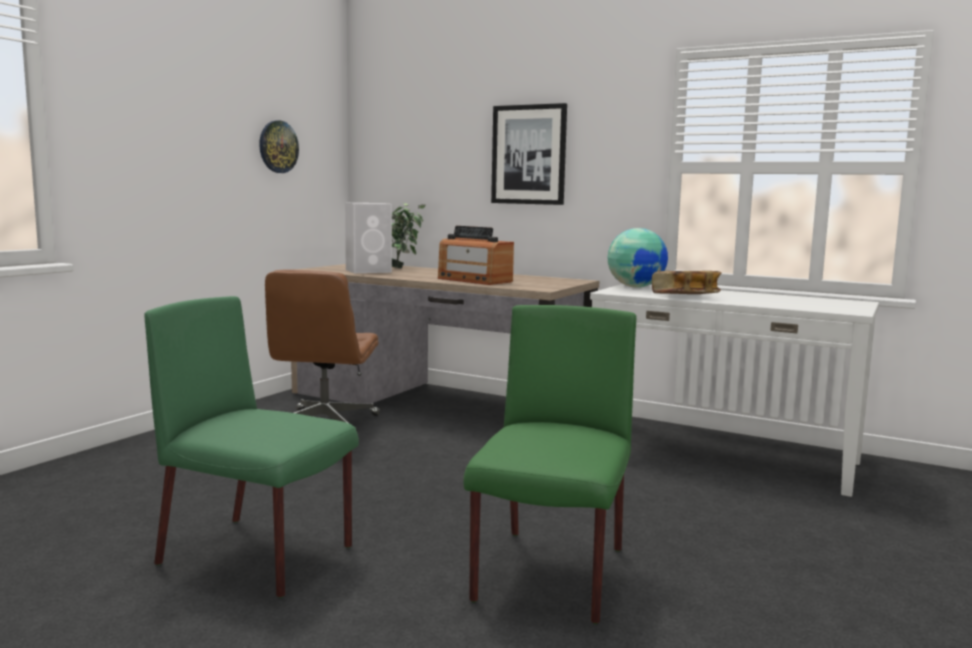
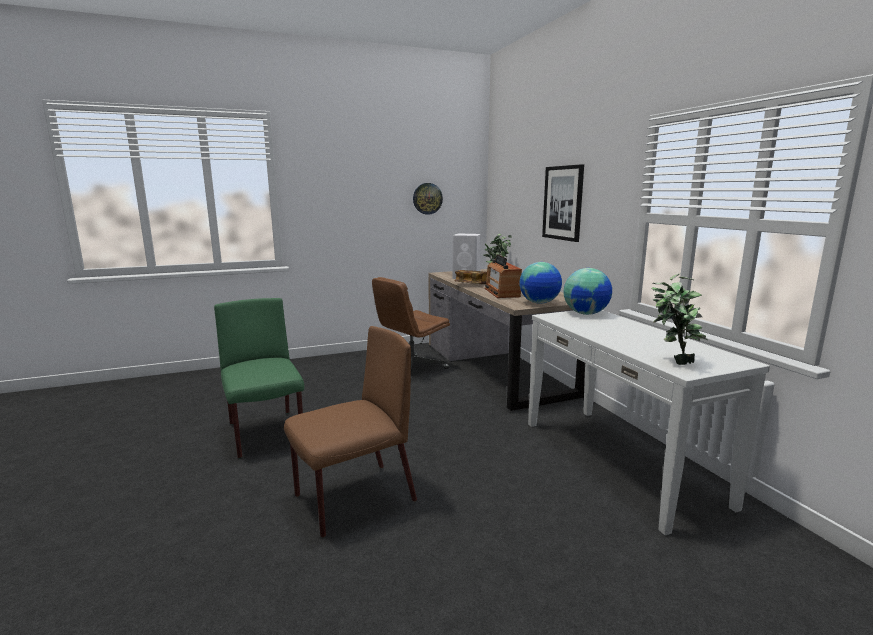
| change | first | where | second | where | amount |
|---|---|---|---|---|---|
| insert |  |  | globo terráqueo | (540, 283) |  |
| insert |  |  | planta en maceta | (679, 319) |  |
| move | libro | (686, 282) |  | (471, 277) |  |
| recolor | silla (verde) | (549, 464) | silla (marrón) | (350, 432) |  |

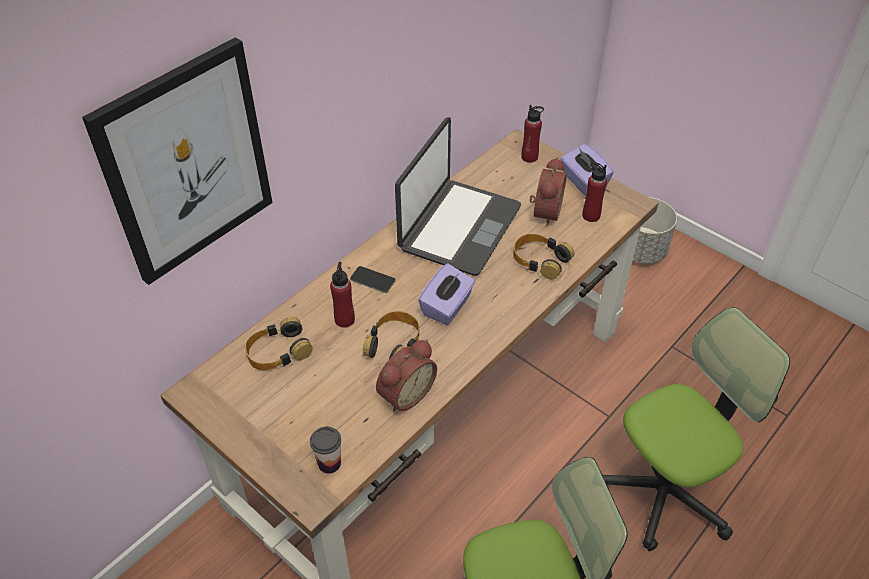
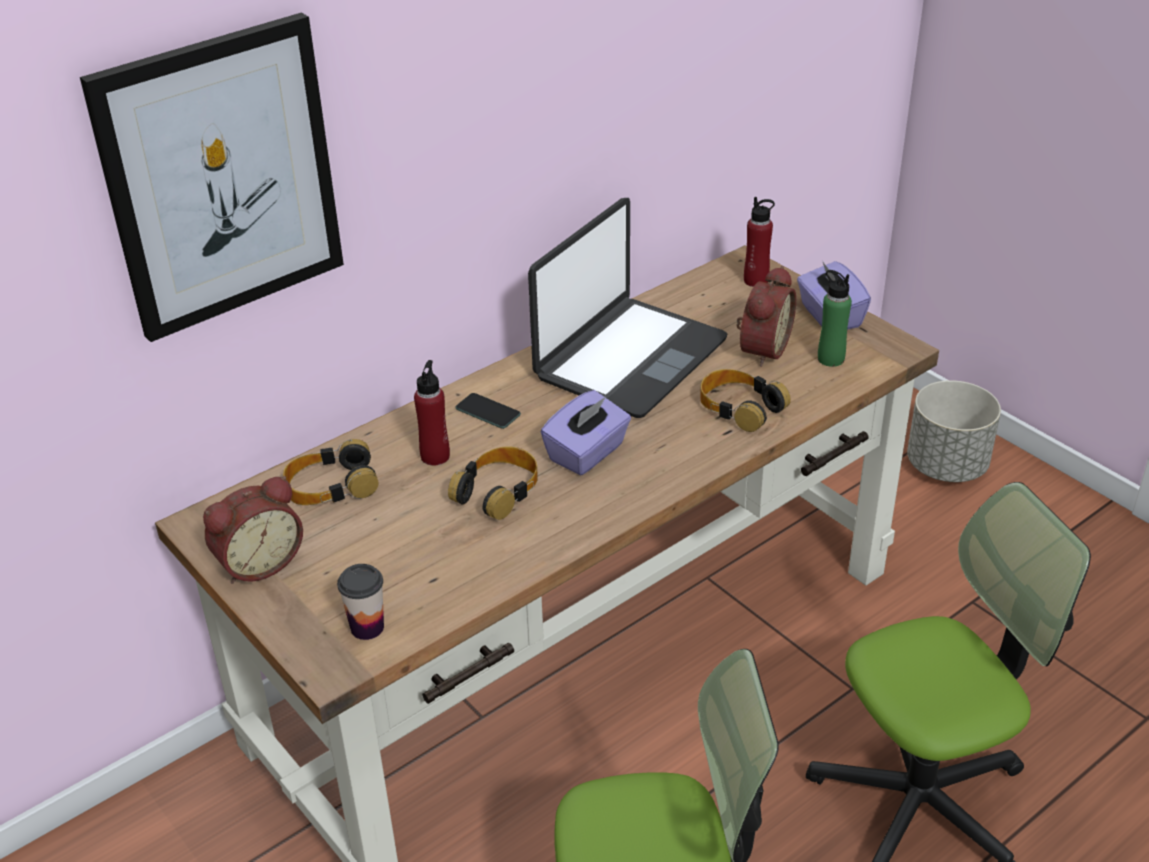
| change | first | where | second | where | amount |
|---|---|---|---|---|---|
| move | despertador | (406, 376) |  | (253, 530) |  |
| recolor | botella (rojo) | (594, 192) | botella (verde) | (835, 318) |  |

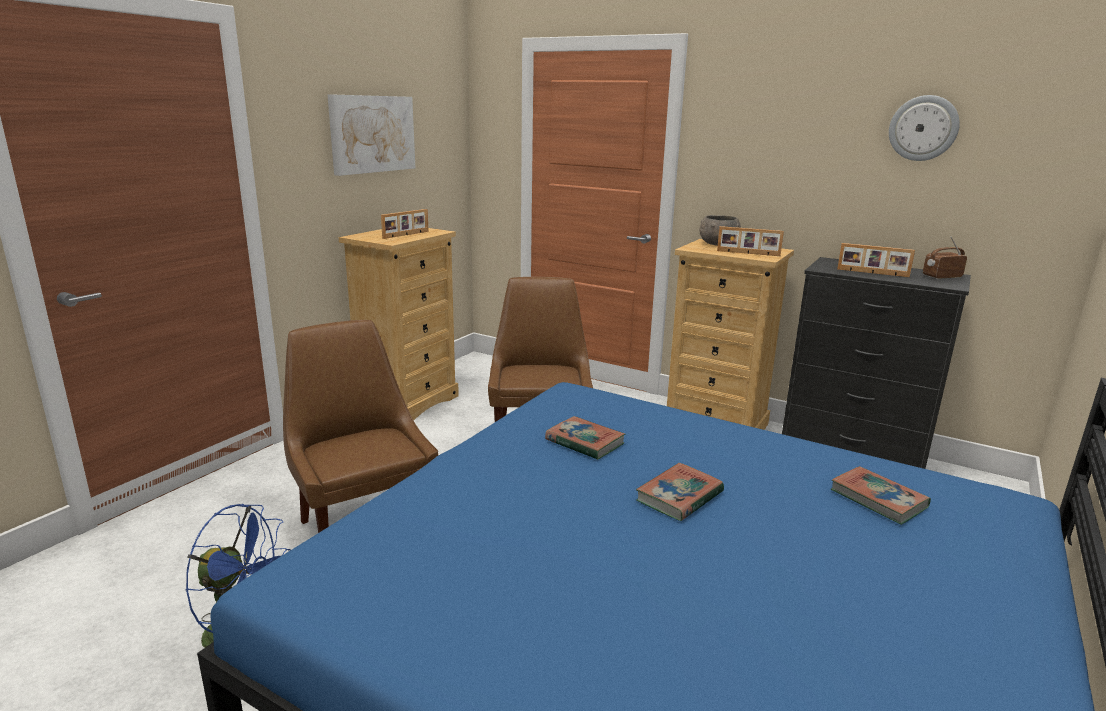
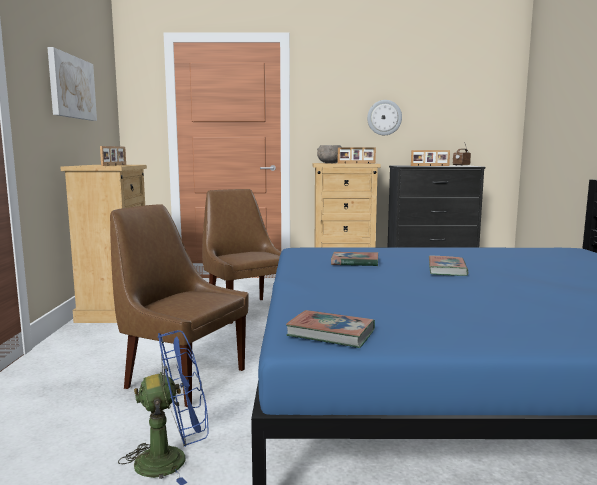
| change | first | where | second | where | amount |
|---|---|---|---|---|---|
| move | libro | (881, 495) |  | (330, 329) |  |
| move | reloj de pared | (924, 128) |  | (384, 117) |  |

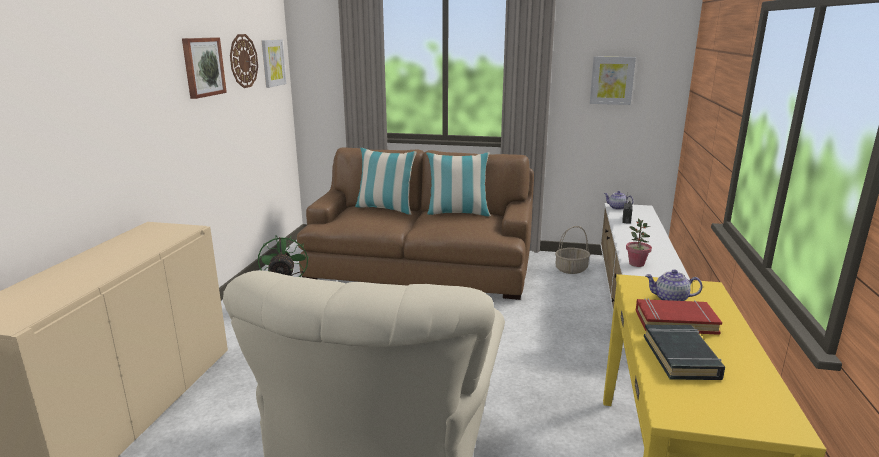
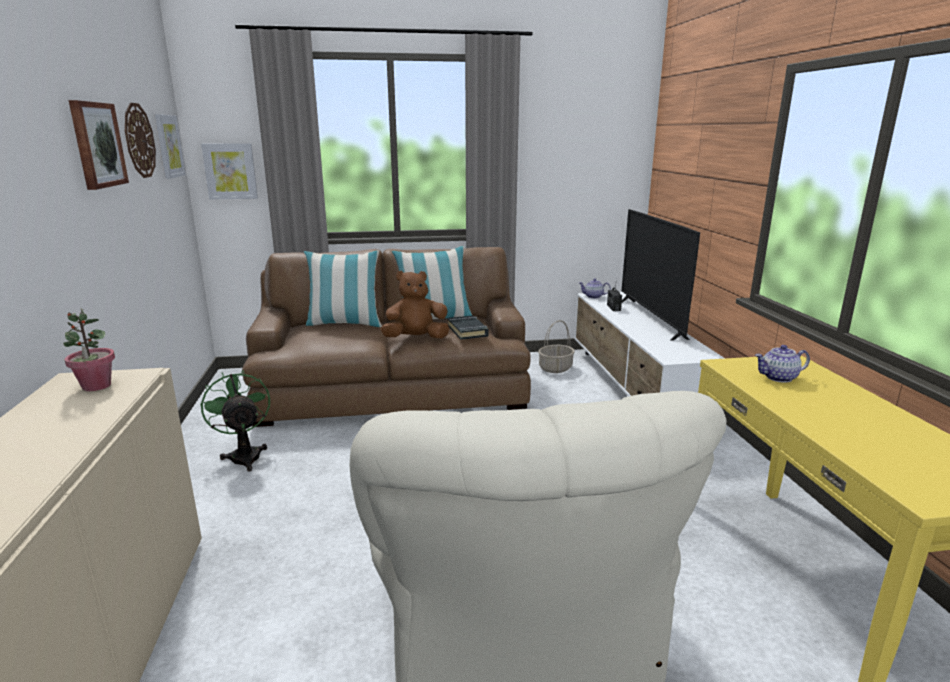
| change | first | where | second | where | amount |
|---|---|---|---|---|---|
| delete | libro (rojo) | (679, 316) |  |  |  |
| insert |  |  | peluche (marrón) | (414, 304) |  |
| insert |  |  | televisor | (660, 275) |  |
| move | cuadro | (613, 81) |  | (229, 171) |  |
| move | planta en maceta | (639, 243) |  | (89, 350) |  |
| move | libro (negro) | (684, 352) |  | (468, 327) |  |

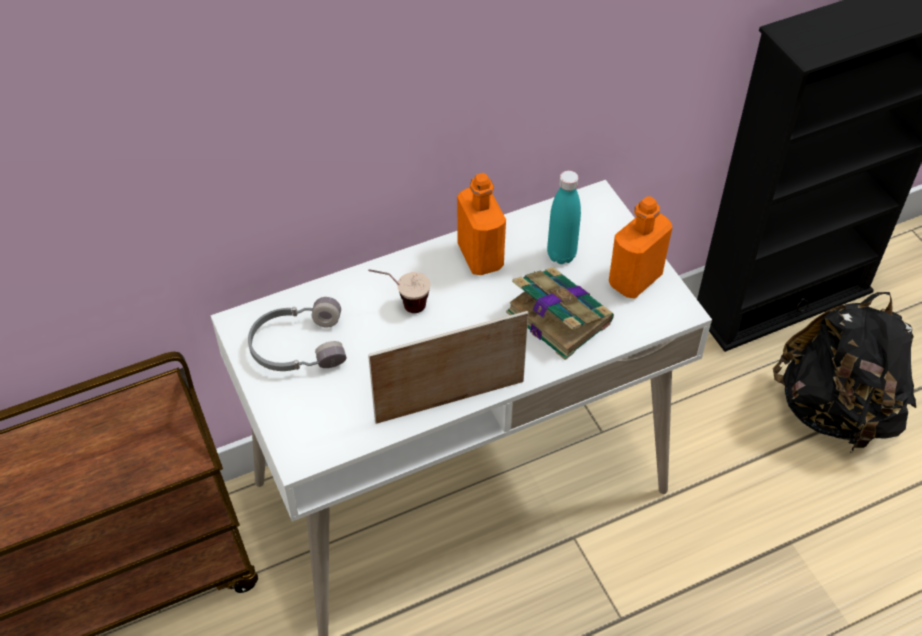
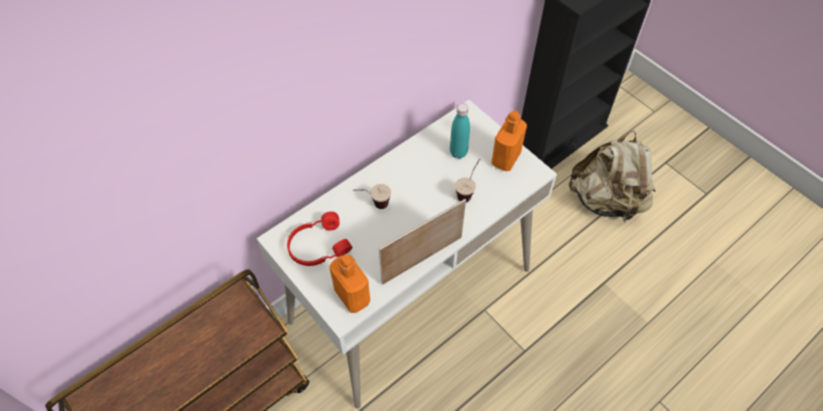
| change | first | where | second | where | amount |
|---|---|---|---|---|---|
| move | botella (naranja) | (481, 224) |  | (350, 284) |  |
| replace | libro | (560, 313) | taza | (467, 180) |  |
| recolor | auriculares (gris) | (297, 334) | auriculares (rojo) | (320, 239) |  |
| recolor | mochila (negro) | (844, 372) | mochila (beis) | (612, 177) |  |

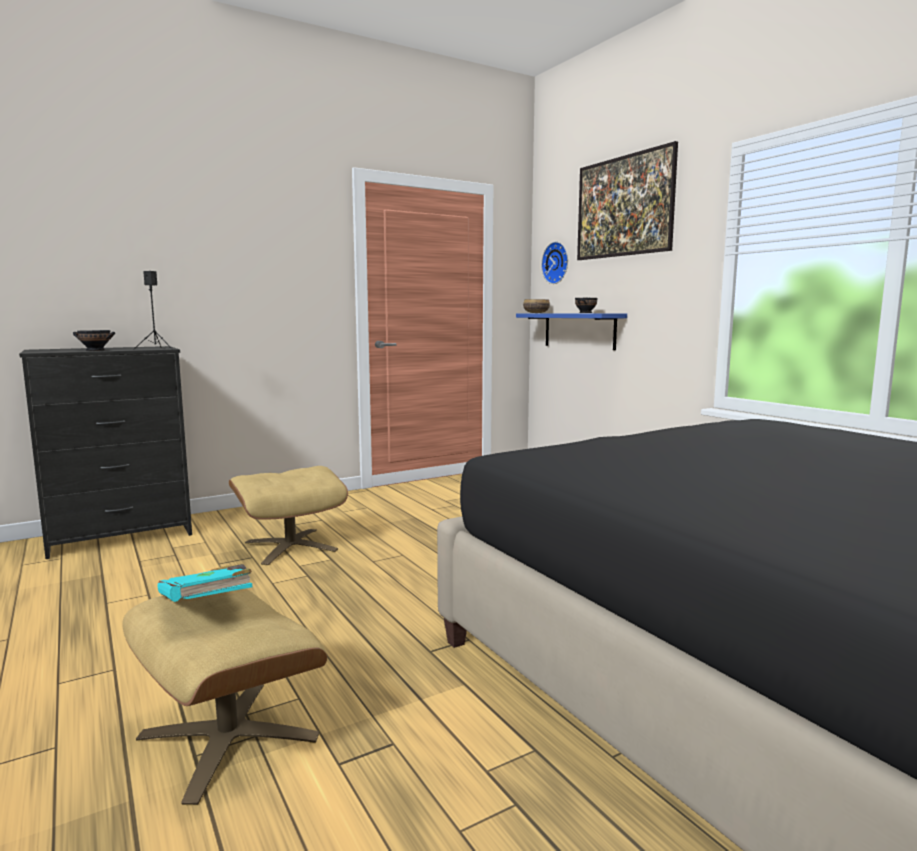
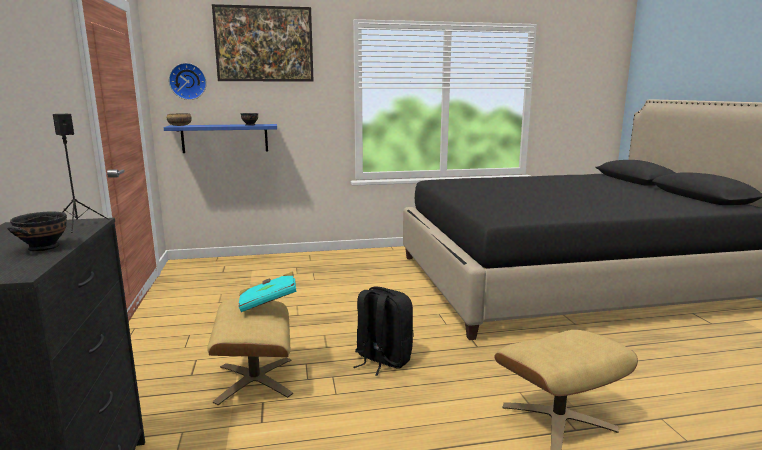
| change | first | where | second | where | amount |
|---|---|---|---|---|---|
| insert |  |  | mochila (negro) | (383, 331) |  |
| move | libro (turquesa) | (205, 583) |  | (267, 292) |  |

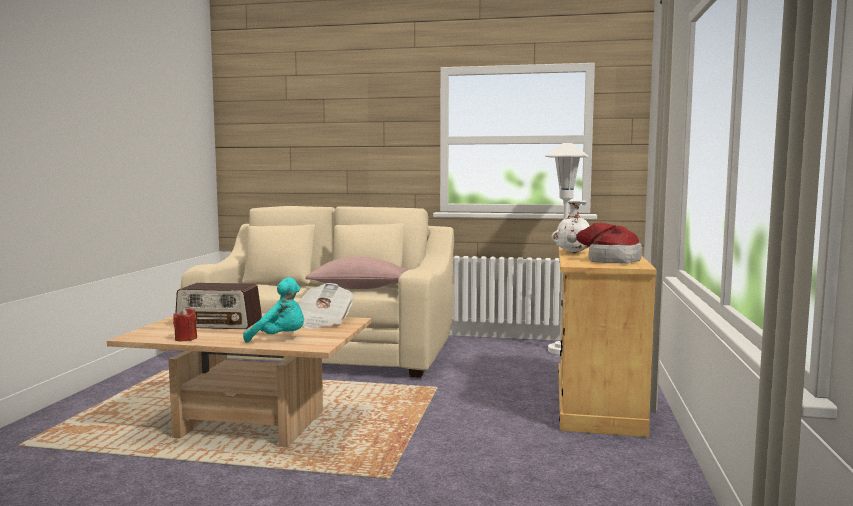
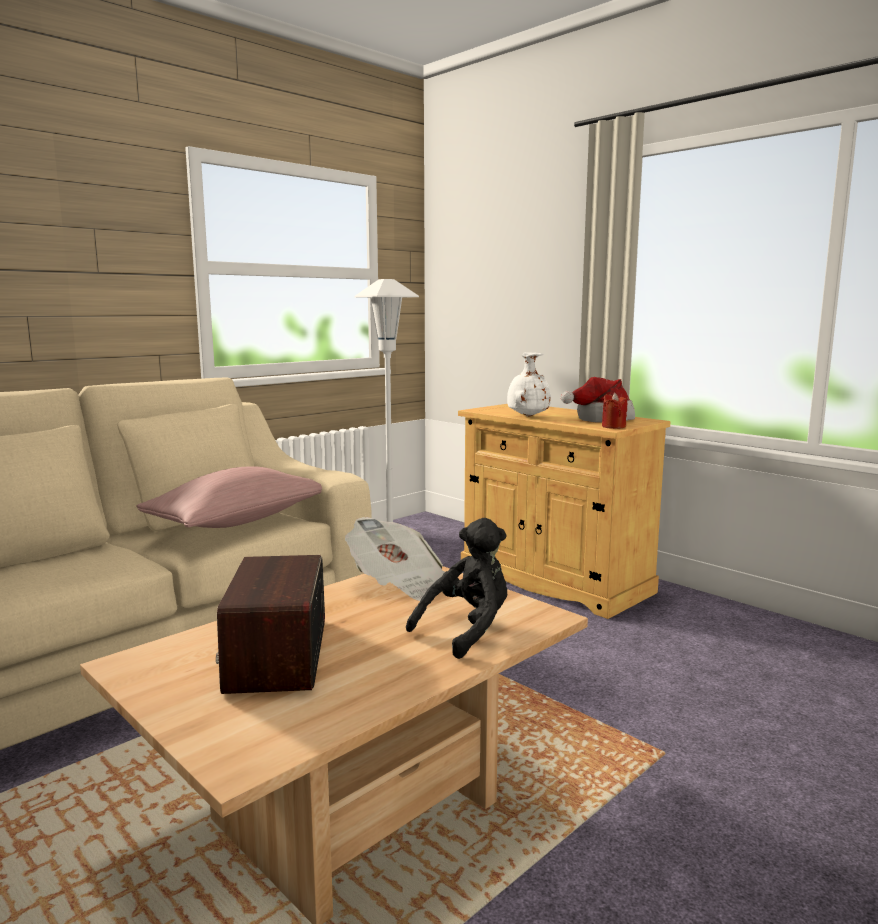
| change | first | where | second | where | amount |
|---|---|---|---|---|---|
| move | vela (rojo) | (185, 324) |  | (614, 411) |  |
| recolor | peluche (turquesa) | (273, 310) | peluche (negro) | (456, 588) |  |
| rotate | radio | (219, 306) |  | (270, 624) | 135 degrees clockwise |

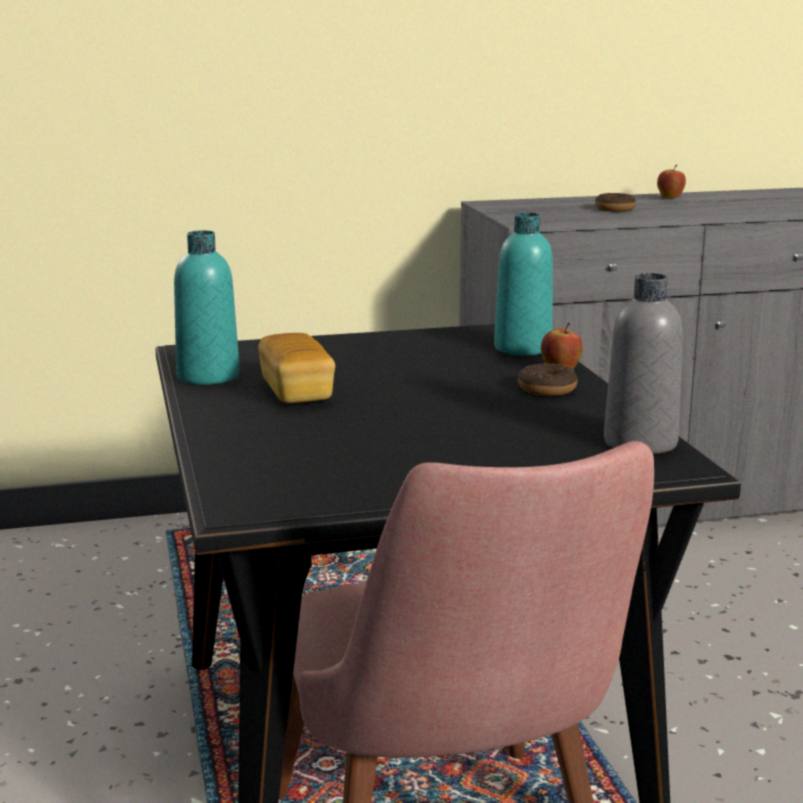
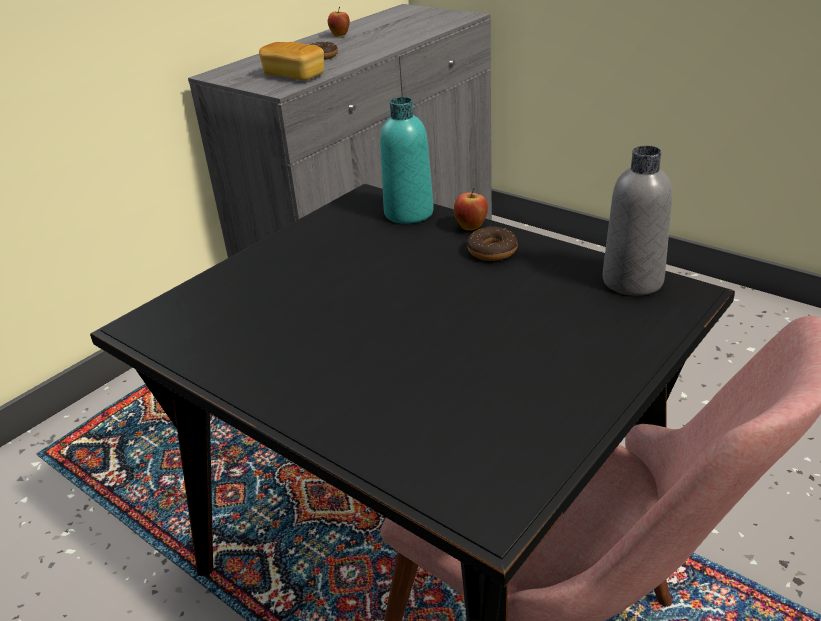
| change | first | where | second | where | amount |
|---|---|---|---|---|---|
| delete | botella (turquesa) | (207, 307) |  |  |  |
| move | pan | (296, 368) |  | (291, 61) |  |

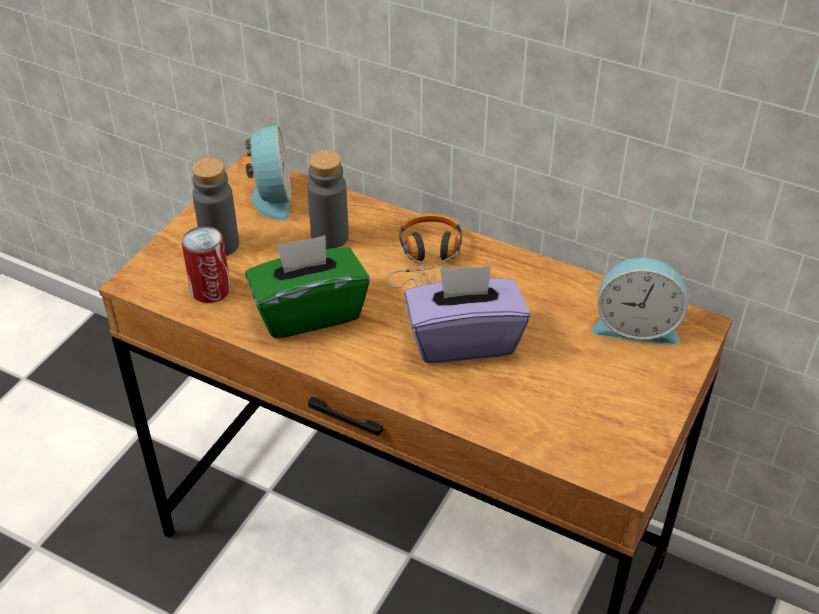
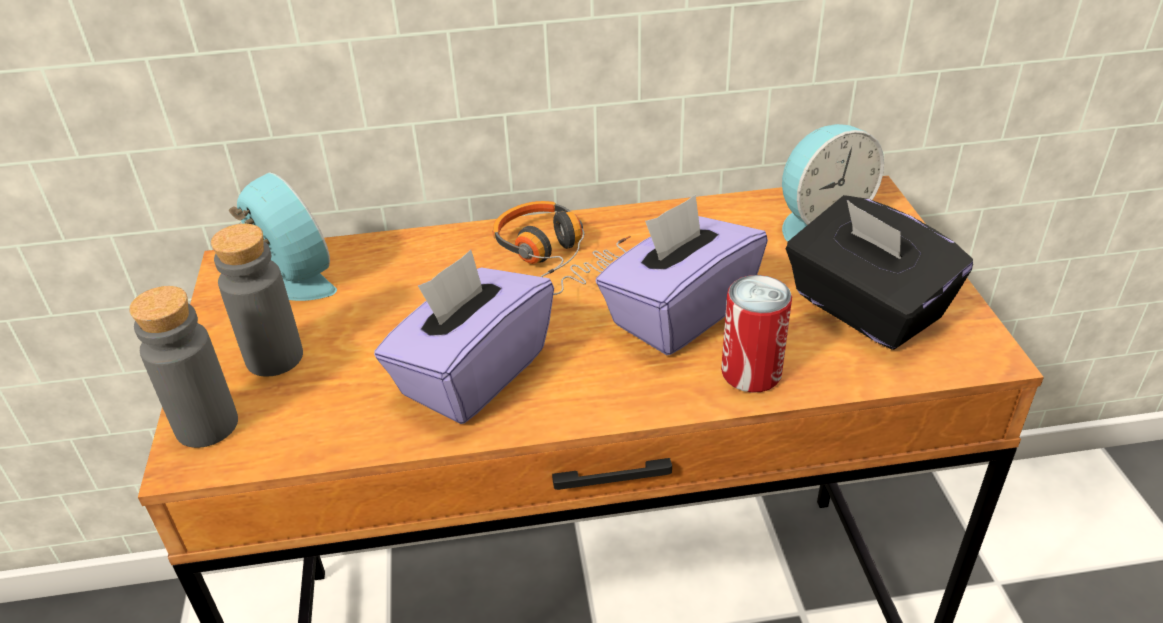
| change | first | where | second | where | amount |
|---|---|---|---|---|---|
| insert |  |  | caja de pañuelos (negro) | (879, 272) |  |
| move | lata | (206, 264) |  | (756, 334) |  |
| move | botella (gris) | (328, 199) |  | (183, 367) |  |
| recolor | caja de pañuelos (verde) | (307, 287) | caja de pañuelos (morado) | (464, 337) |  |

